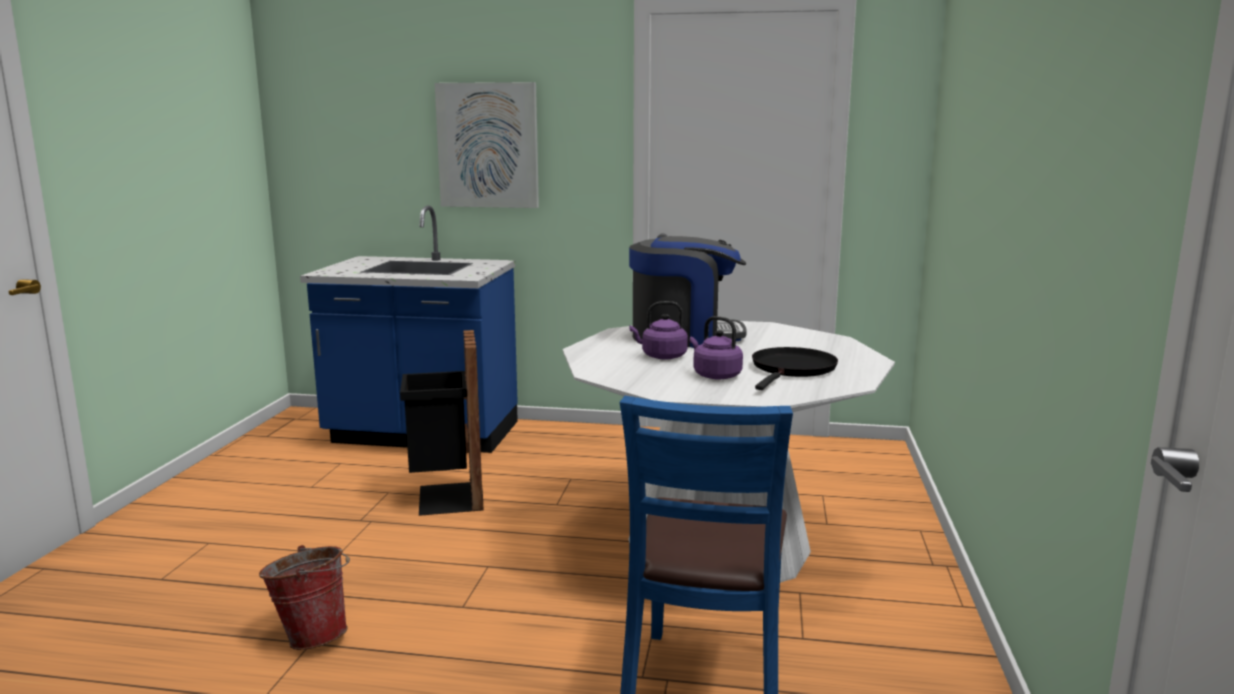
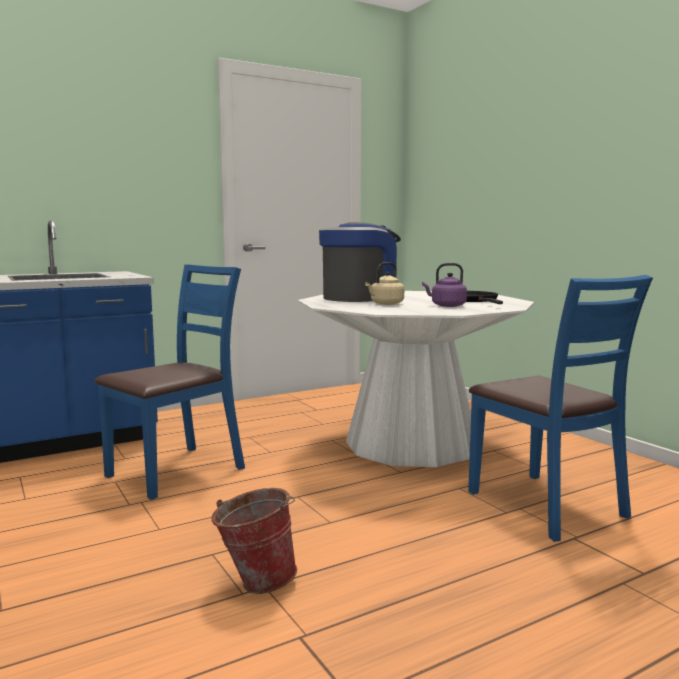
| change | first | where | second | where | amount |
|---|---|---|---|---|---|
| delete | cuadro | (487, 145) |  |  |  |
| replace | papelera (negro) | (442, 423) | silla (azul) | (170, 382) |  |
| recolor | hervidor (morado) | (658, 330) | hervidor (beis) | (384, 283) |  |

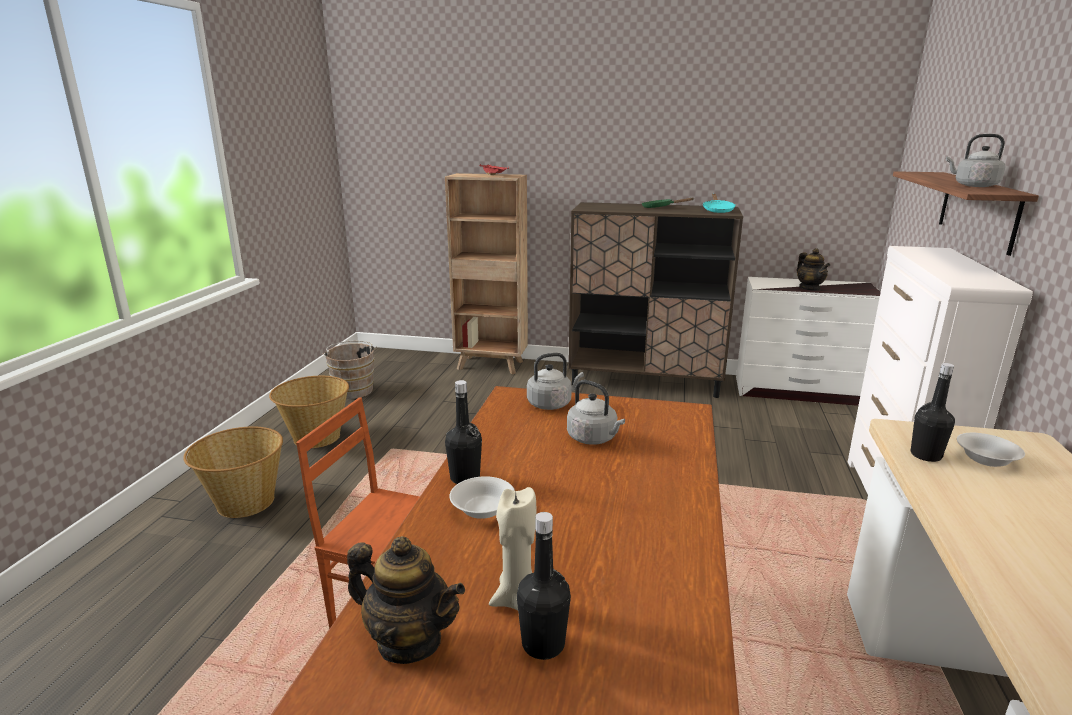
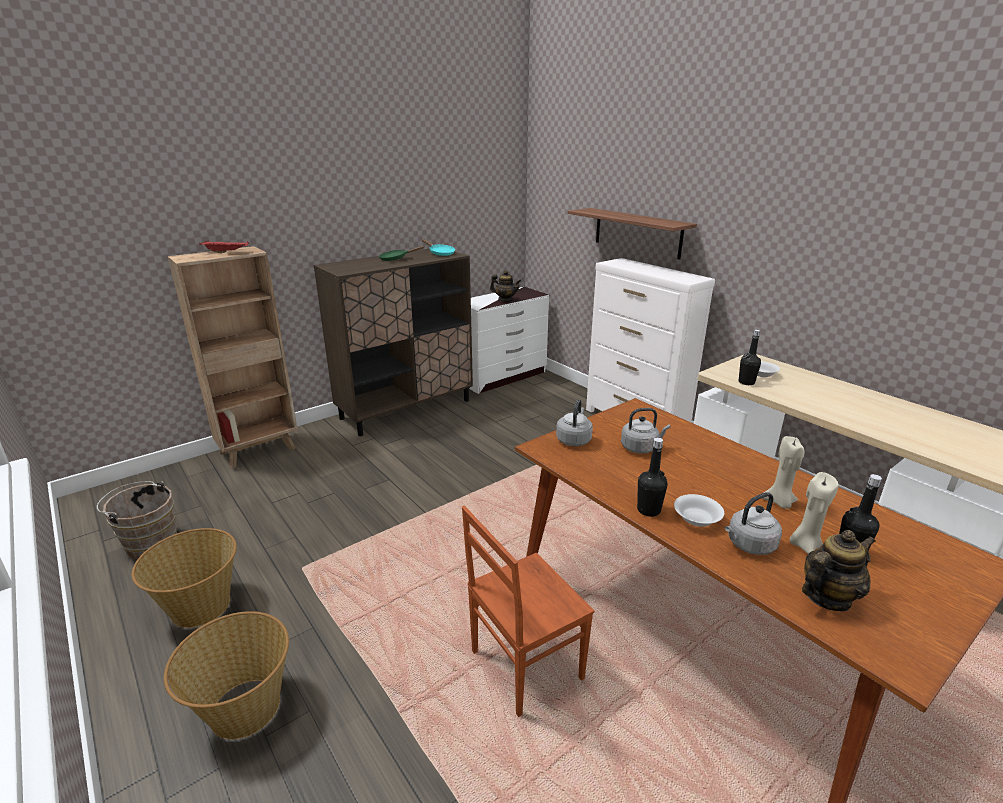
| change | first | where | second | where | amount |
|---|---|---|---|---|---|
| insert |  |  | vela (beis) | (783, 472) |  |
| move | hervidor (gris) | (975, 160) |  | (753, 523) |  |

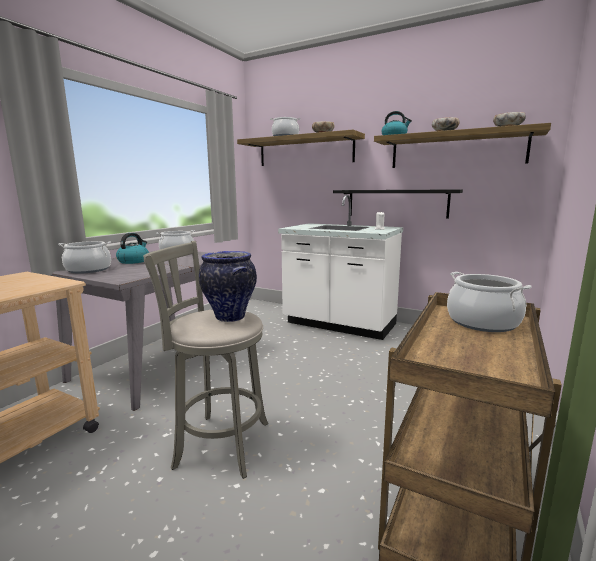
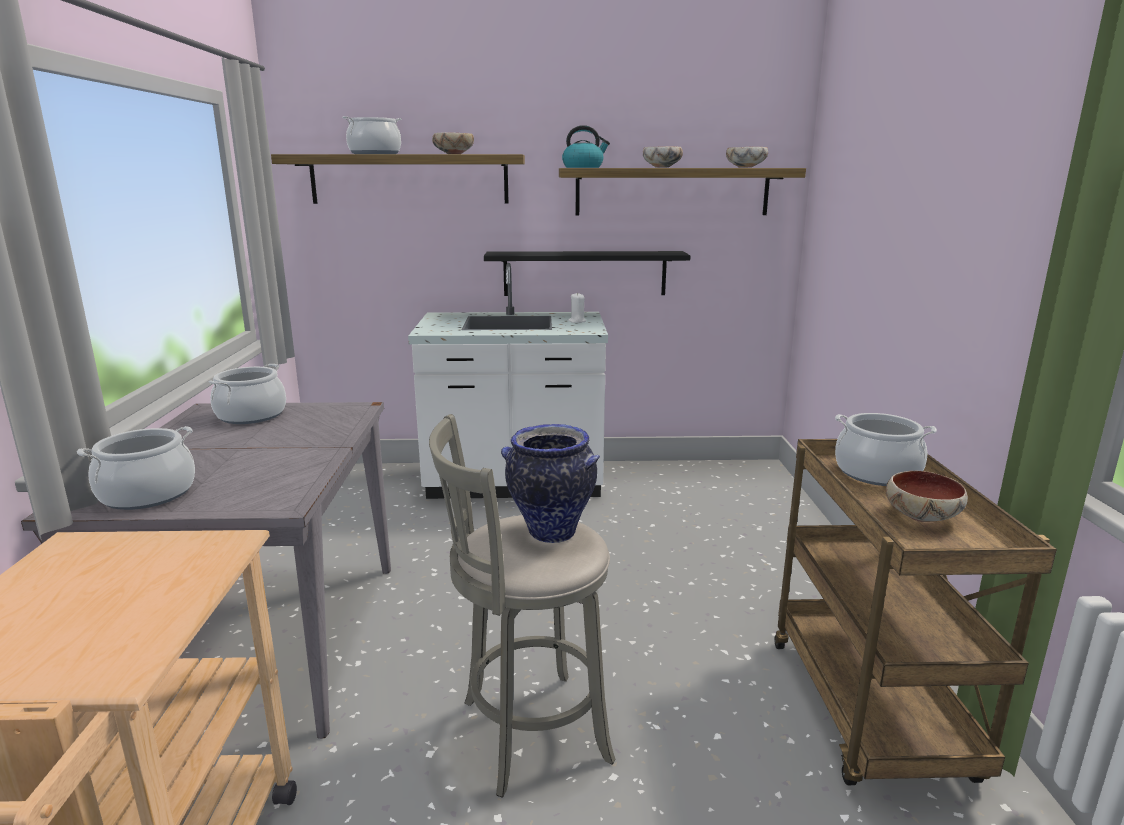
| change | first | where | second | where | amount |
|---|---|---|---|---|---|
| delete | hervidor | (132, 248) |  |  |  |
| insert |  |  | cuenco | (927, 496) |  |

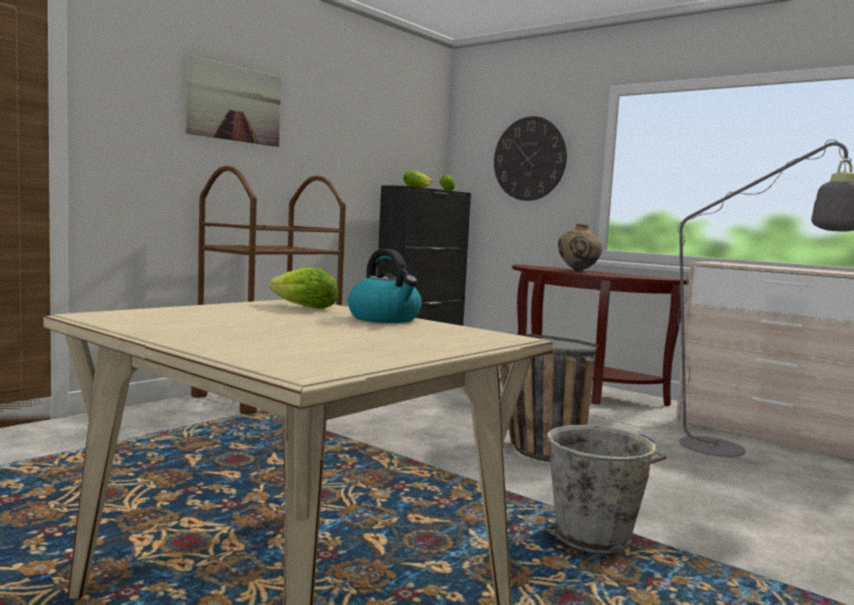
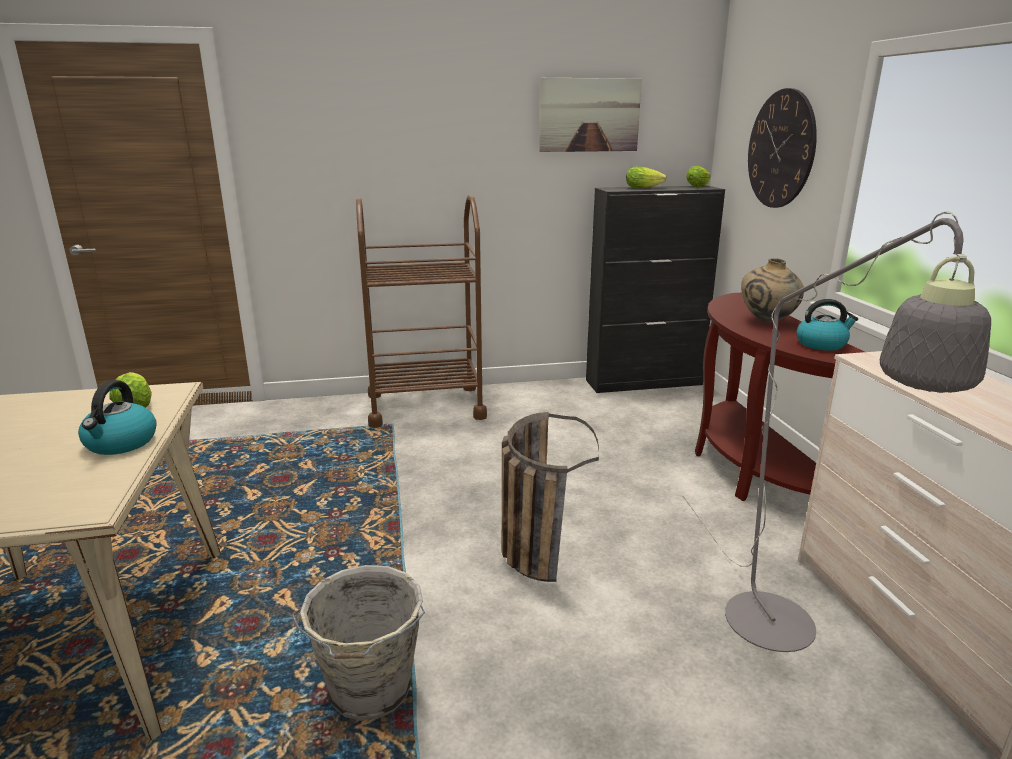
| change | first | where | second | where | amount |
|---|---|---|---|---|---|
| insert |  |  | hervidor | (827, 325) |  |
| move | cuadro | (233, 101) |  | (590, 115) |  |

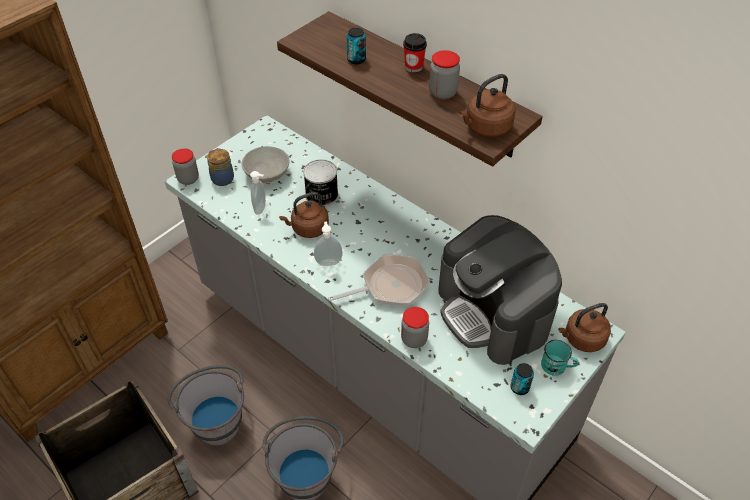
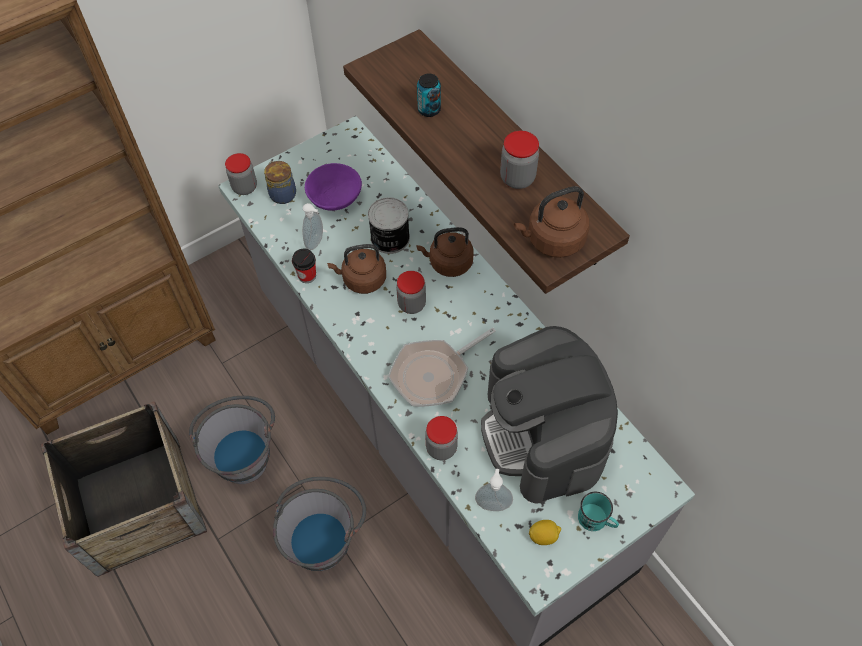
| change | first | where | second | where | amount |
|---|---|---|---|---|---|
| insert |  |  | tarro | (411, 292) |  |
| move | dispensador de jabón | (328, 243) |  | (494, 490) |  |
| move | taza | (415, 53) |  | (304, 266) |  |
| move | hervidor (marrón) | (584, 327) |  | (444, 252) |  |
| replace | lata | (522, 379) | limón | (545, 532) |  |
| recolor | cuenco (gris) | (265, 164) | cuenco (morado) | (333, 187) |  |
| rotate | sartén | (379, 280) |  | (442, 367) | 150 degrees clockwise |

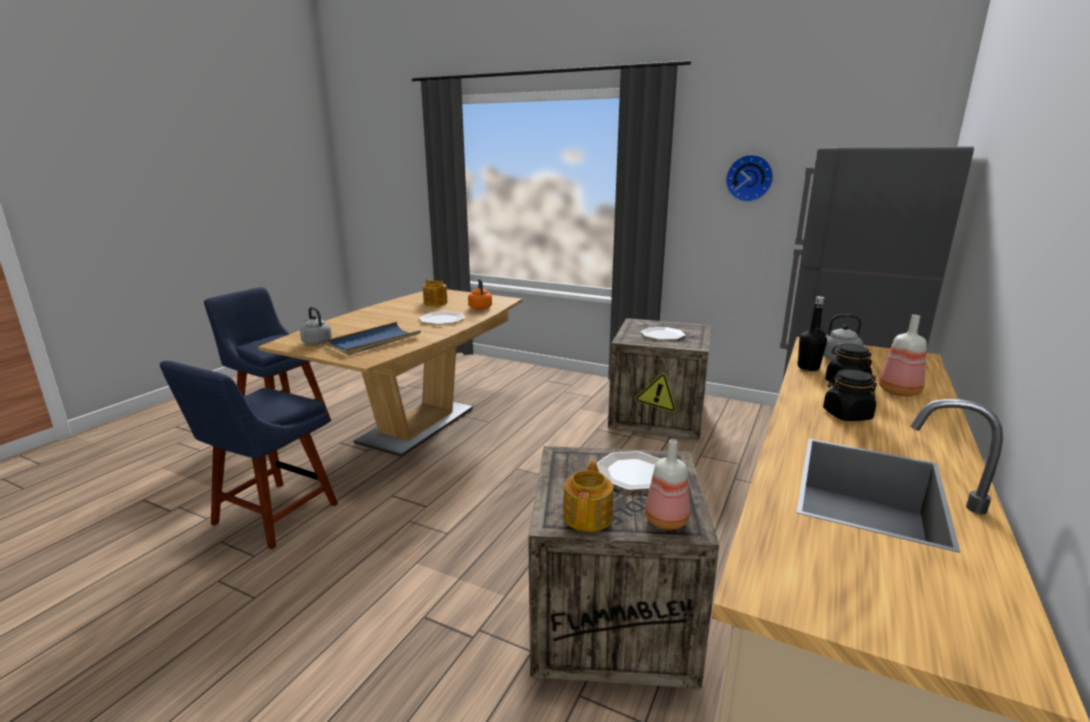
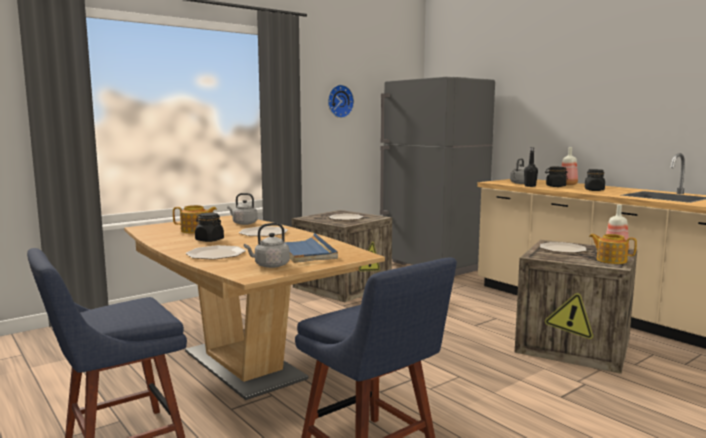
| change | first | where | second | where | amount |
|---|---|---|---|---|---|
| insert |  |  | plato | (216, 252) |  |
| insert |  |  | tarro (negro) | (209, 227) |  |
| recolor | hervidor (naranja) | (480, 294) | hervidor (gris) | (242, 209) |  |

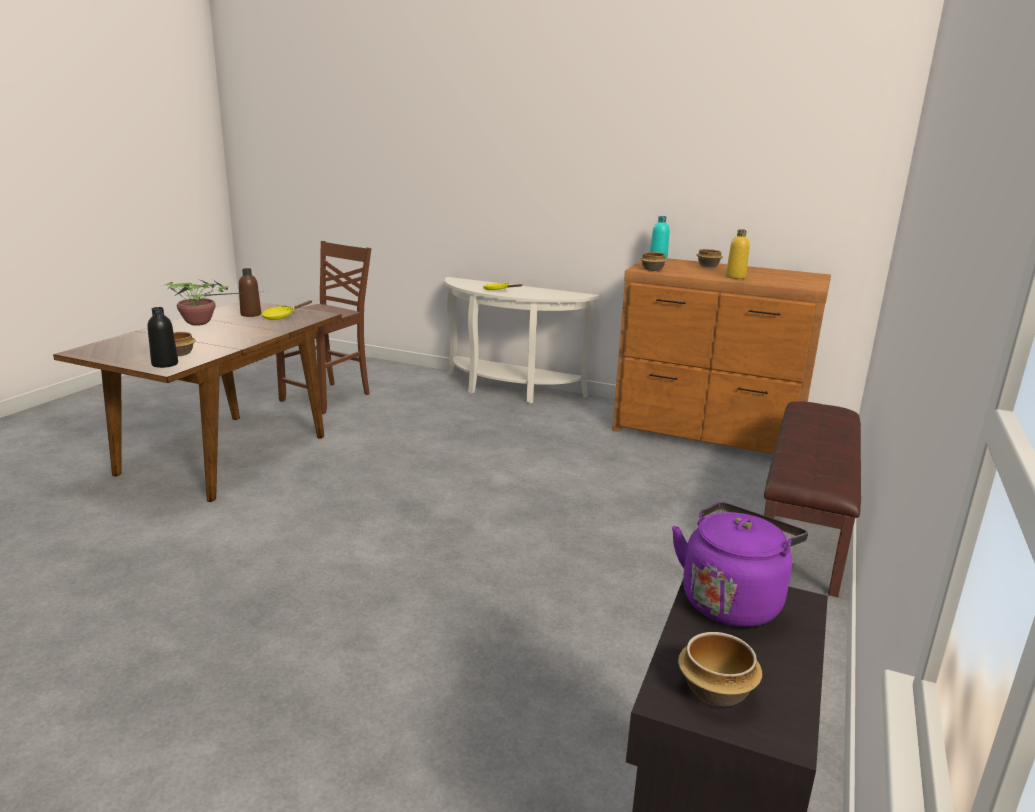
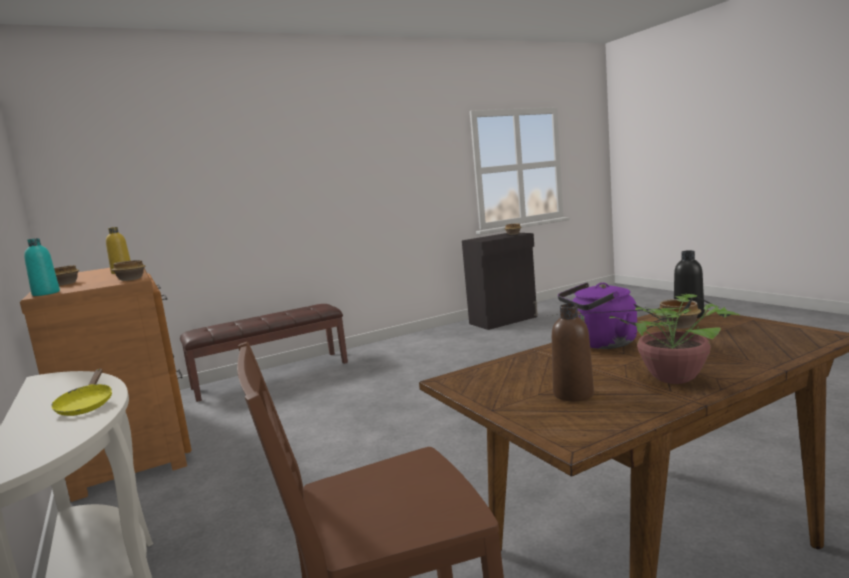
| change | first | where | second | where | amount |
|---|---|---|---|---|---|
| delete | sartén (amarillo) | (287, 310) |  |  |  |
| move | hervidor (morado) | (740, 564) |  | (597, 315) |  |

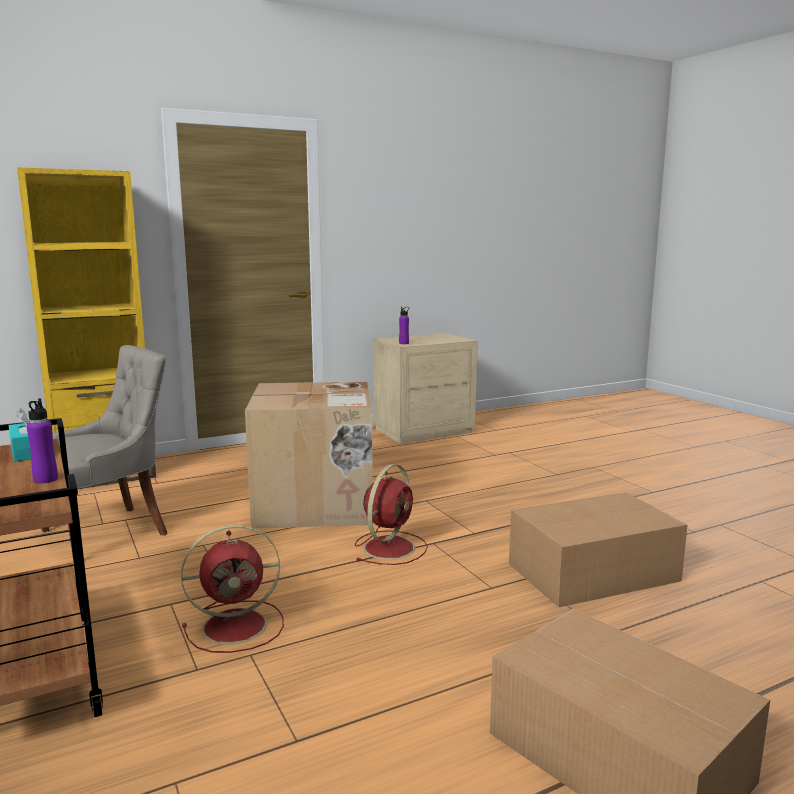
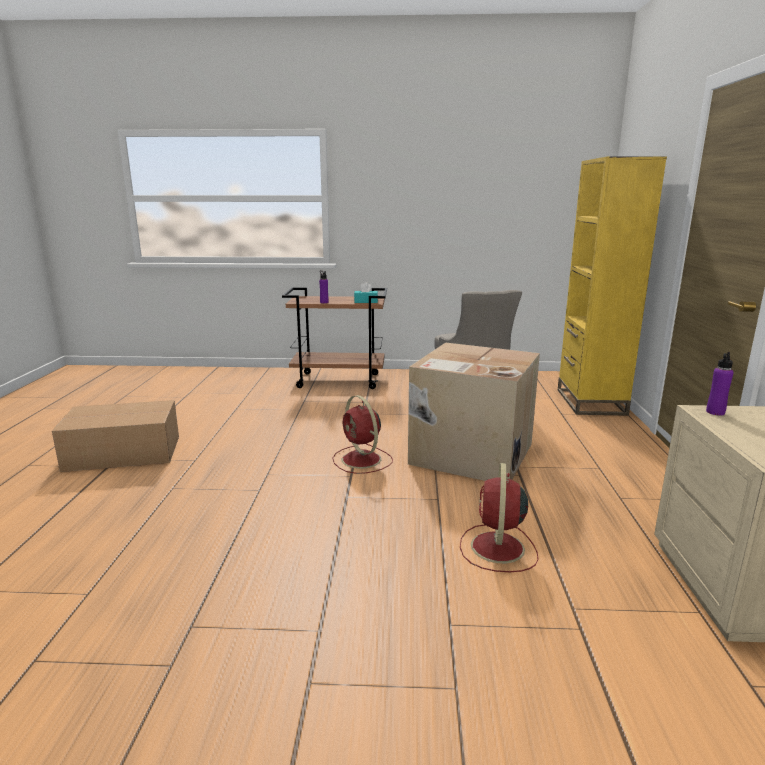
| change | first | where | second | where | amount |
|---|---|---|---|---|---|
| delete | caja de cartón | (598, 549) |  |  |  |
| move | ventilador (rojo) | (232, 589) |  | (499, 517) |  |

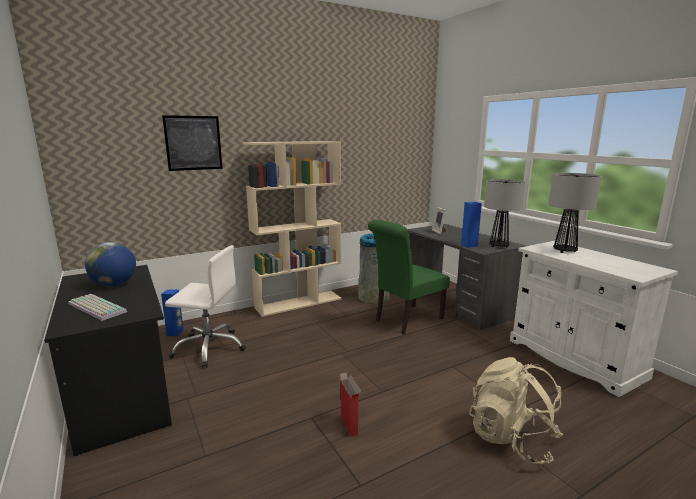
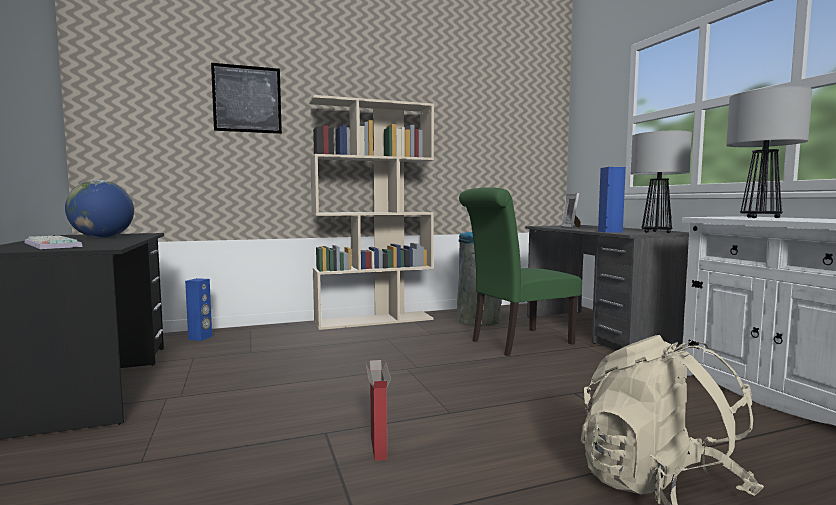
| change | first | where | second | where | amount |
|---|---|---|---|---|---|
| delete | silla de oficina (blanco) | (205, 306) |  |  |  |

